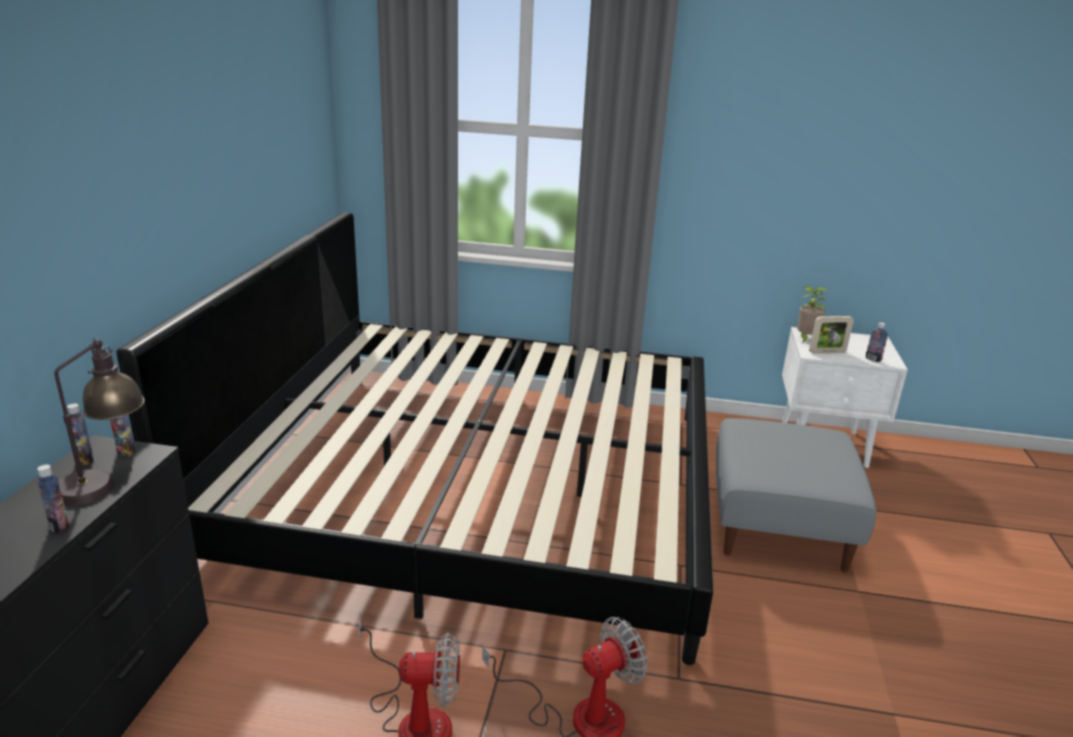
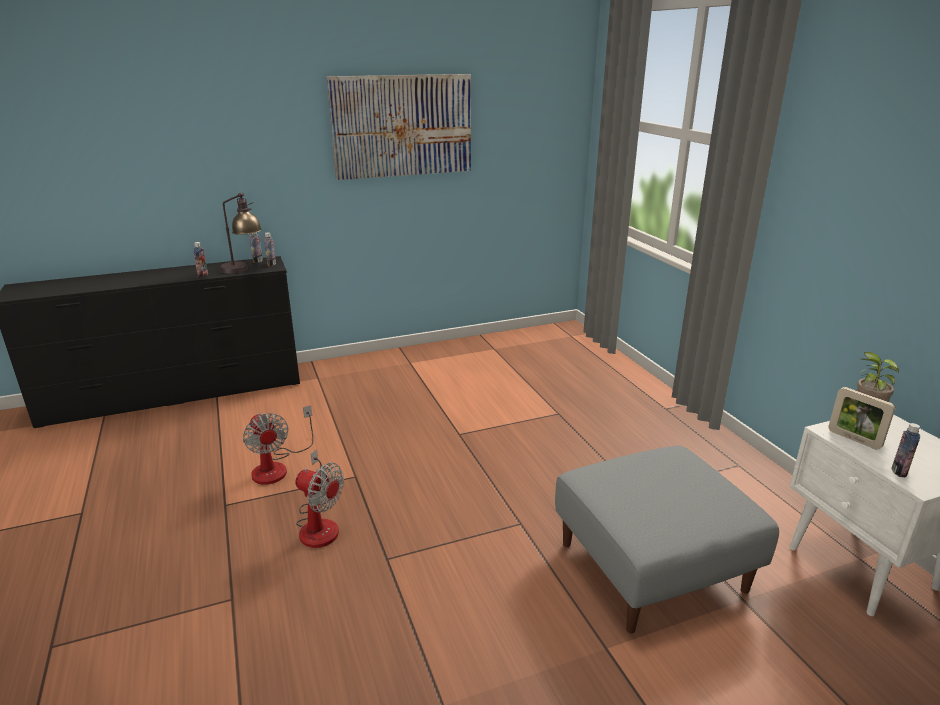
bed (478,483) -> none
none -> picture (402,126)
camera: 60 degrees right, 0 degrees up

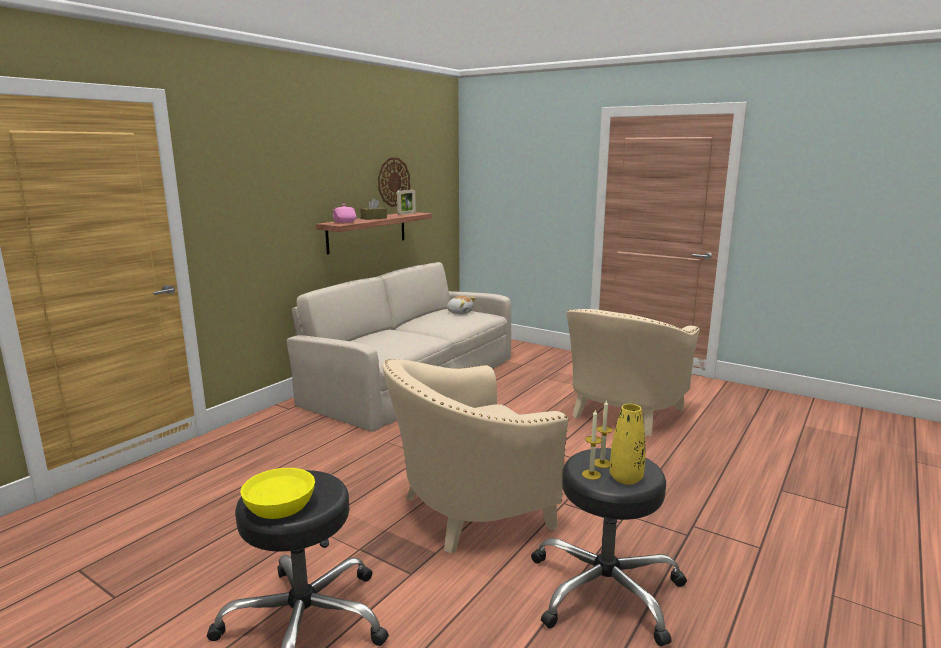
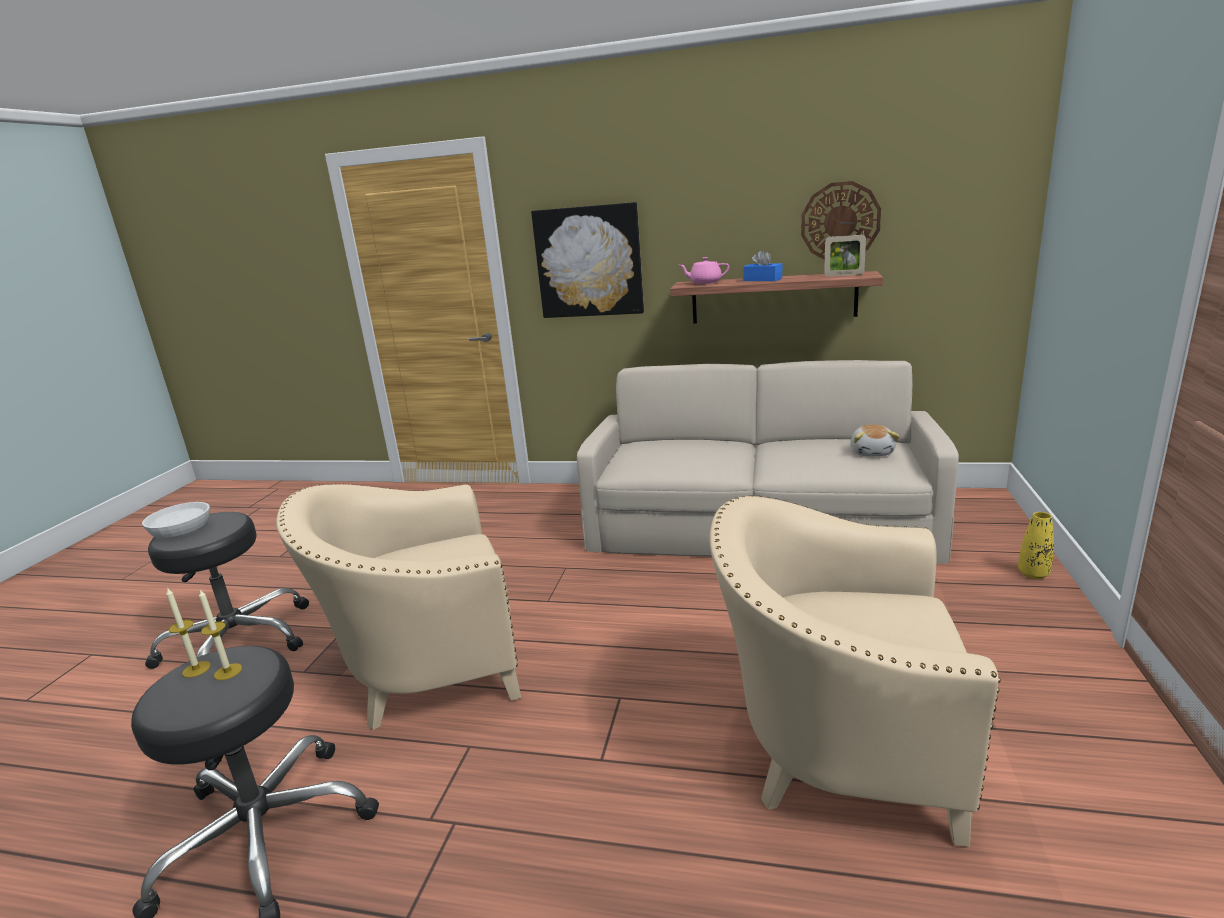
none -> picture (589,261)
yellow vase (626,478) -> yellow vase (1033,574), relocated
yellow bowl (280,504) -> white bowl (182,531)
brown tissue box (373,218) -> blue tissue box (762,280)
beige armchair (467,511) -> beige armchair (427,670), 60 degrees counterclockwise
camera: 70 degrees right, 5 degrees up

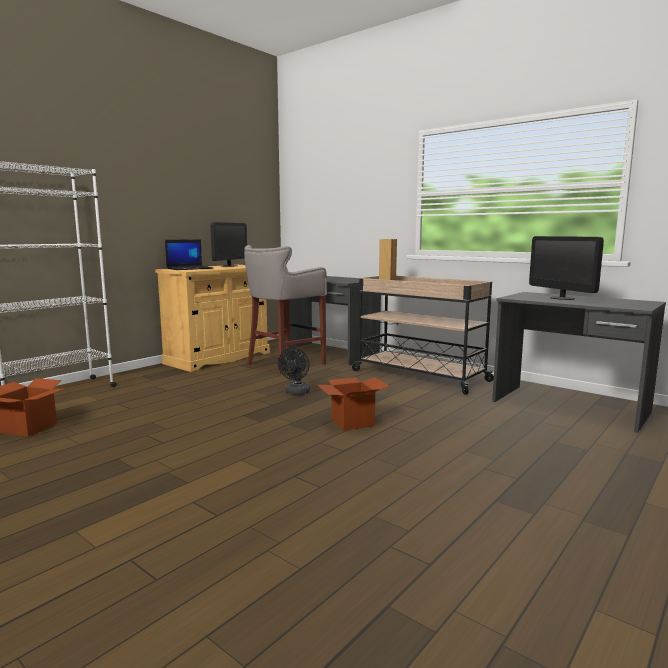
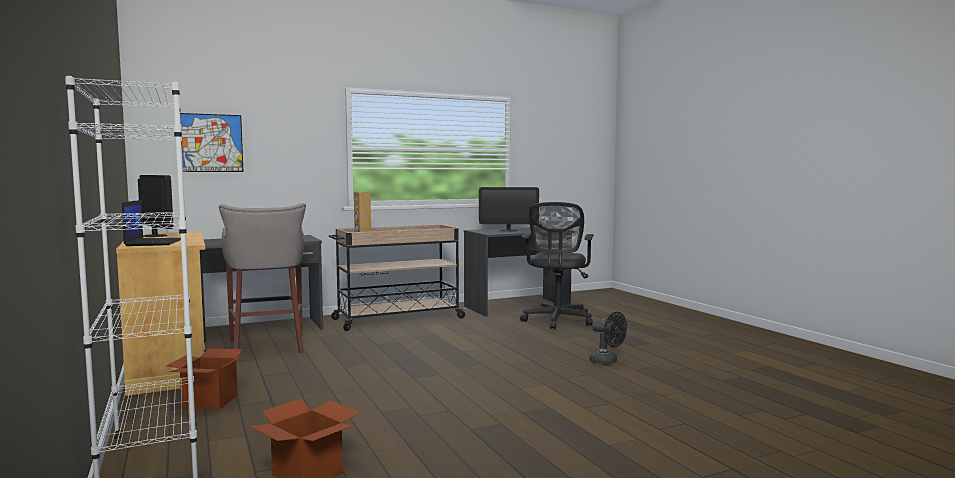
none -> picture (211,143)
none -> black office chair (557,321)
black fan (296,393) -> black fan (607,362), relocated
cardboard box (352,422) -> cardboard box (210,401), relocated
camera: 65 degrees left, 5 degrees down

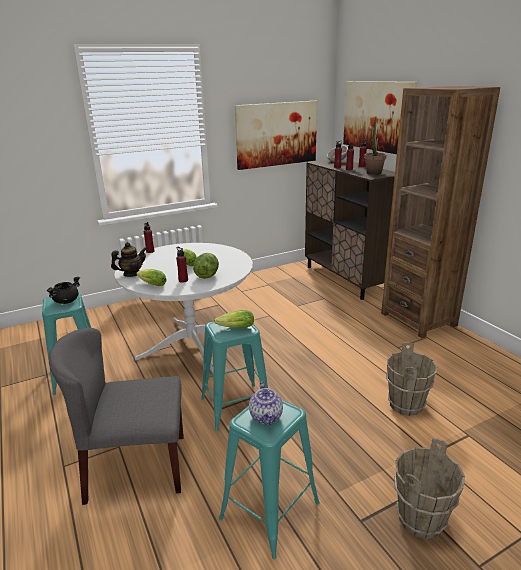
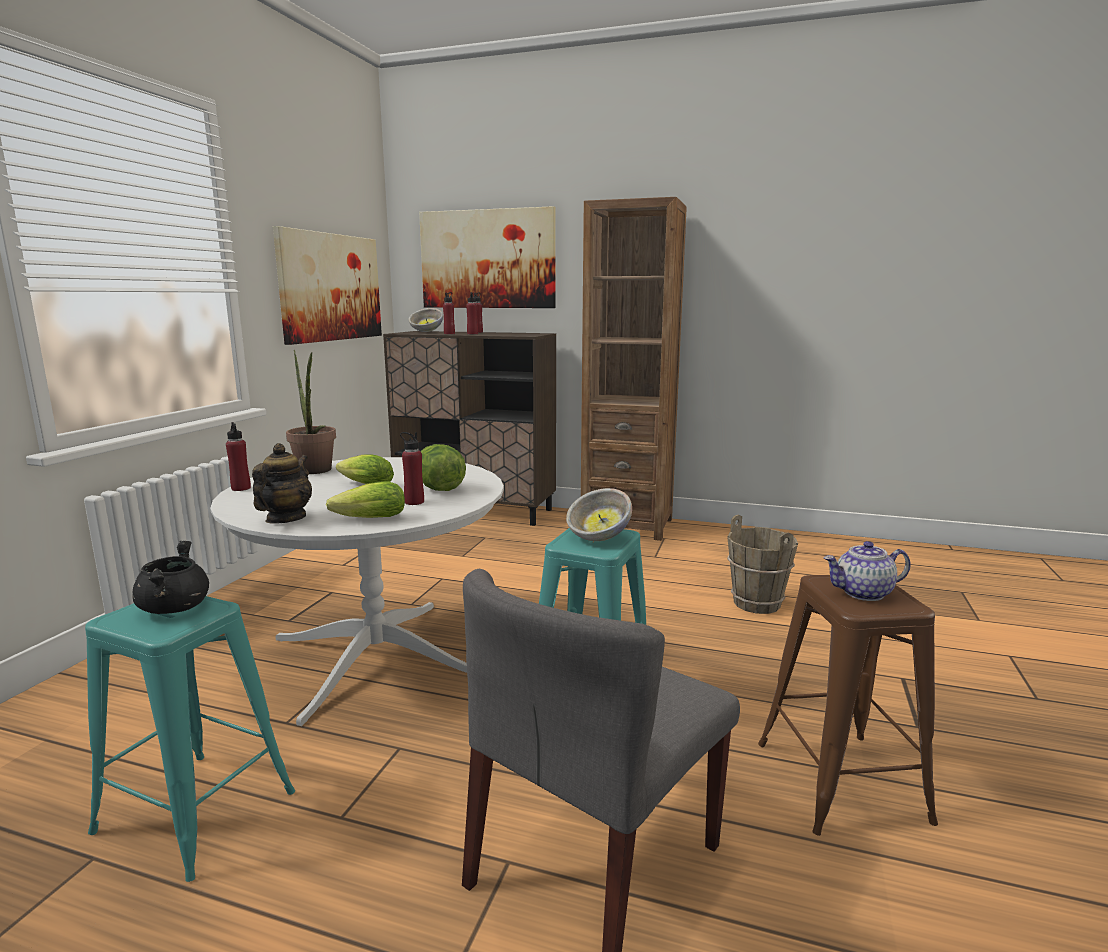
brown bucket (421,520) -> none
potted plant (373,174) -> potted plant (315,472), relocated
lettuce (234,328) -> bowl (599,537)
turquoise stool (270,510) -> brown stool (840,781)
teapot (266,416) -> teapot (863,593), 135 degrees clockwise
camera: 45 degrees left, 10 degrees down

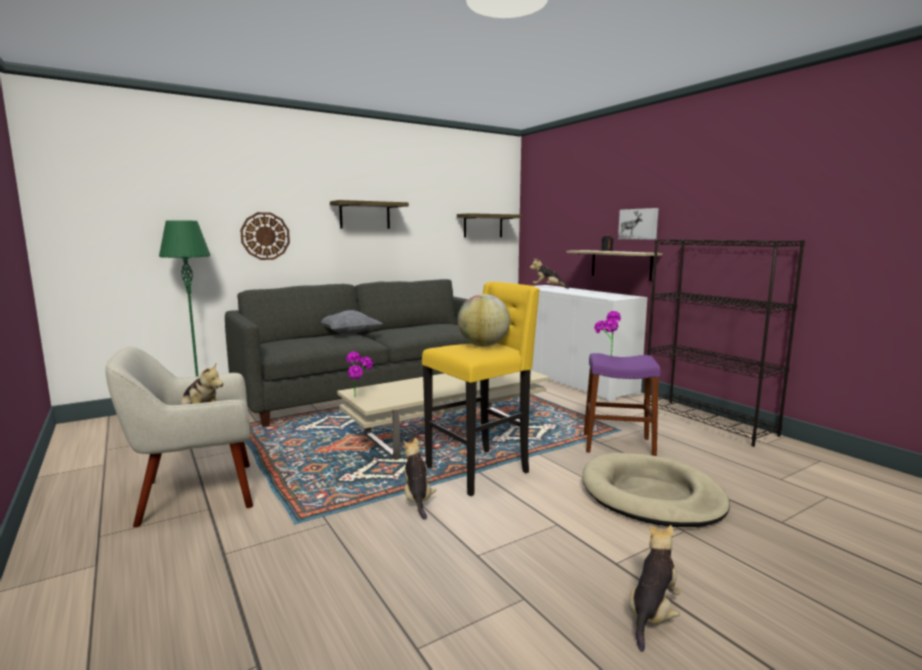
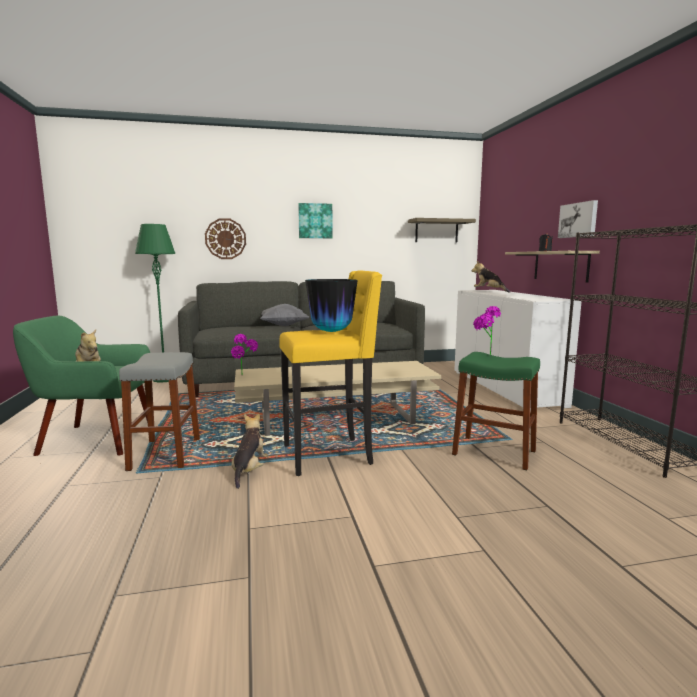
beige dog bed (651,495) -> none
plush toy (652,614) -> none
none -> grey stool (165,454)
shelf (365,215) -> picture (315,221)
globe (483,345) -> vase (331,331)
beige armchair (195,493) -> green armchair (95,439)
purple stool (618,445) -> green stool (494,452)
camera: 20 degrees right, 0 degrees up

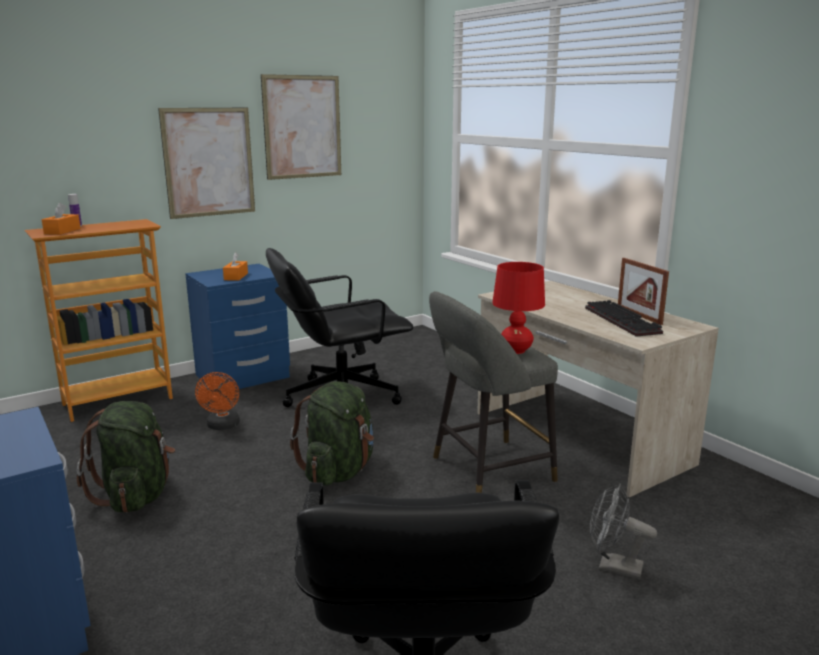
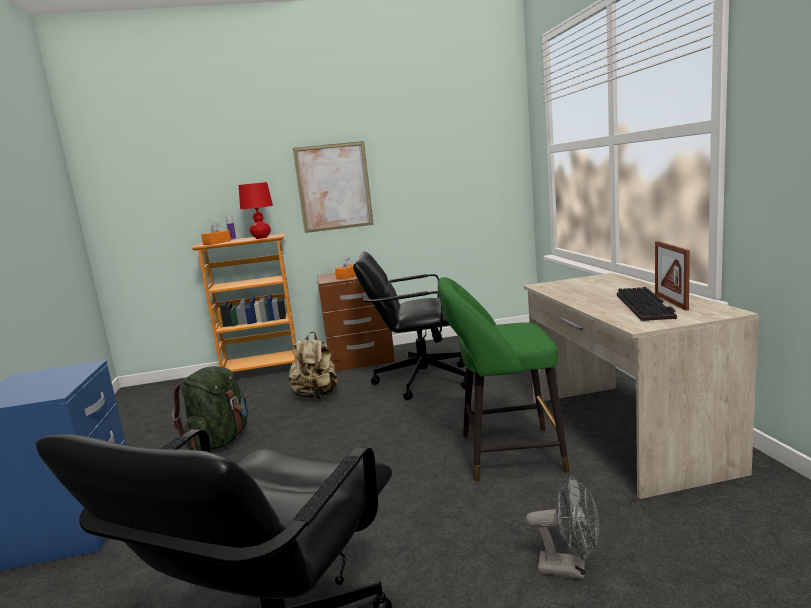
picture (302,127) -> none
green backpack (338,471) -> none
red table lamp (516,350) -> red table lamp (261,238), relocated
orange fan (222,426) -> beige backpack (317,396)
blue nightstand (243,377) -> brown nightstand (360,360)
grey stool (486,471) -> green stool (504,454)
grey fan (613,566) -> grey fan (570,569), 150 degrees clockwise
camera: 25 degrees right, 5 degrees down

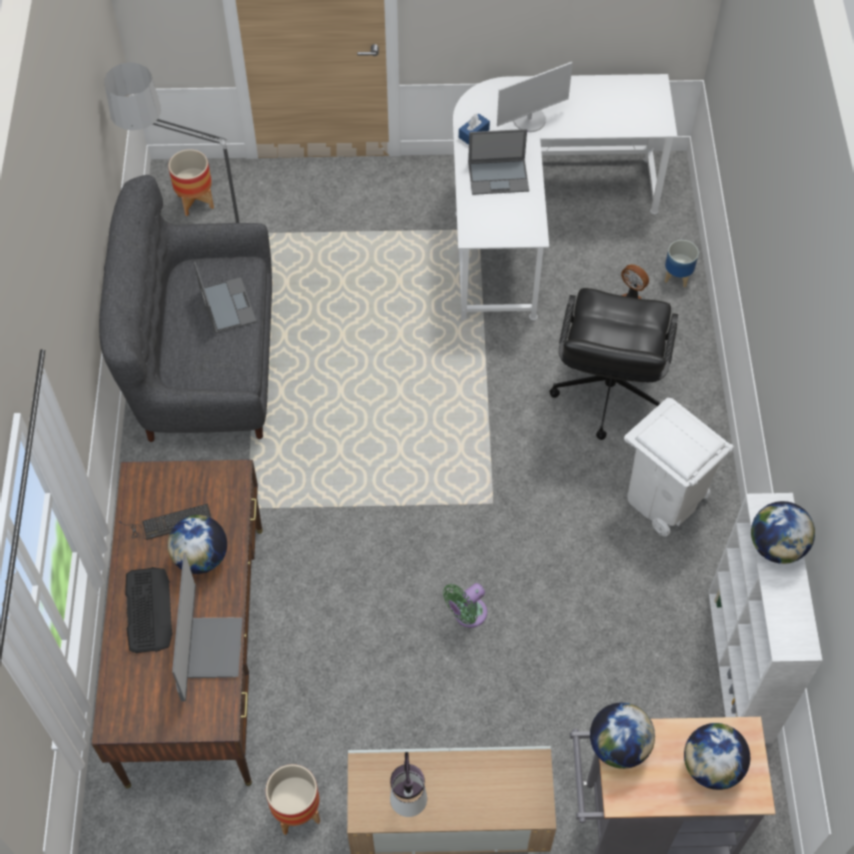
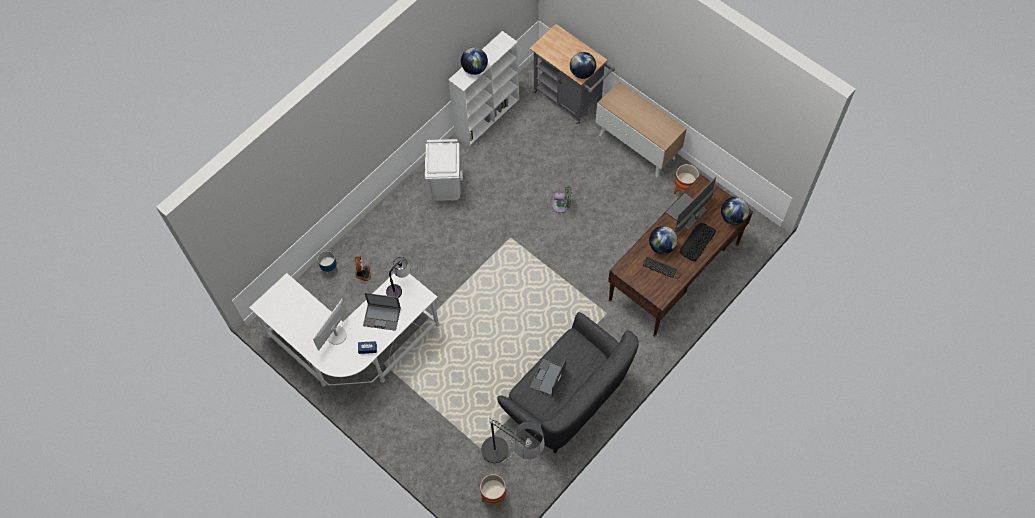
black office chair (607,392) -> none
table lamp (409,798) -> table lamp (399,286), relocated
globe (711,766) -> globe (733,217), relocated
laptop (499,176) -> laptop (382,317), 150 degrees clockwise
monitor (529,120) -> monitor (336,335), 75 degrees counterclockwise
camera: 135 degrees left, 5 degrees up

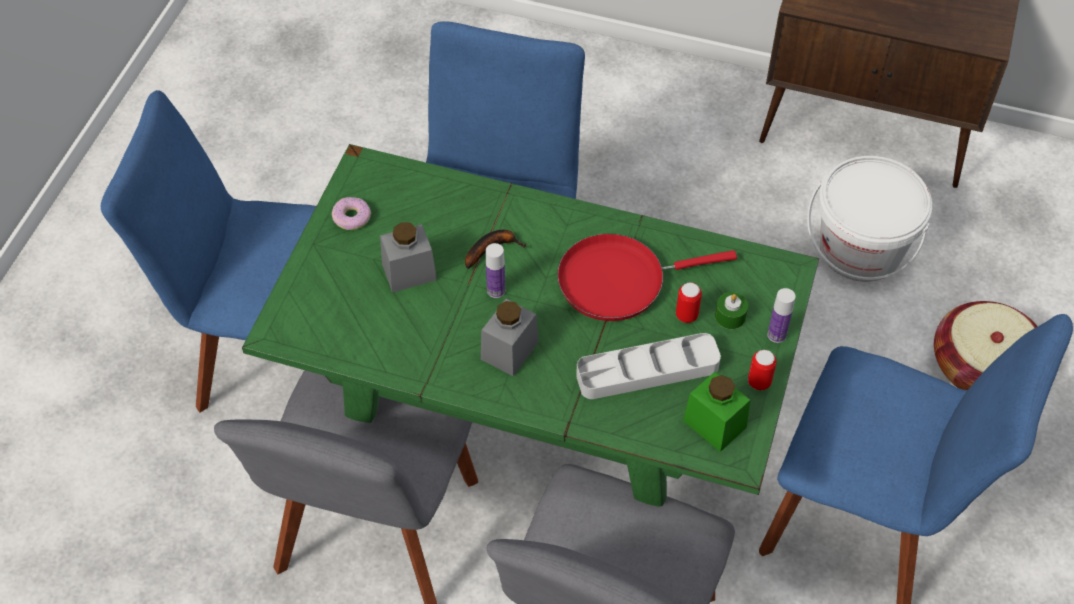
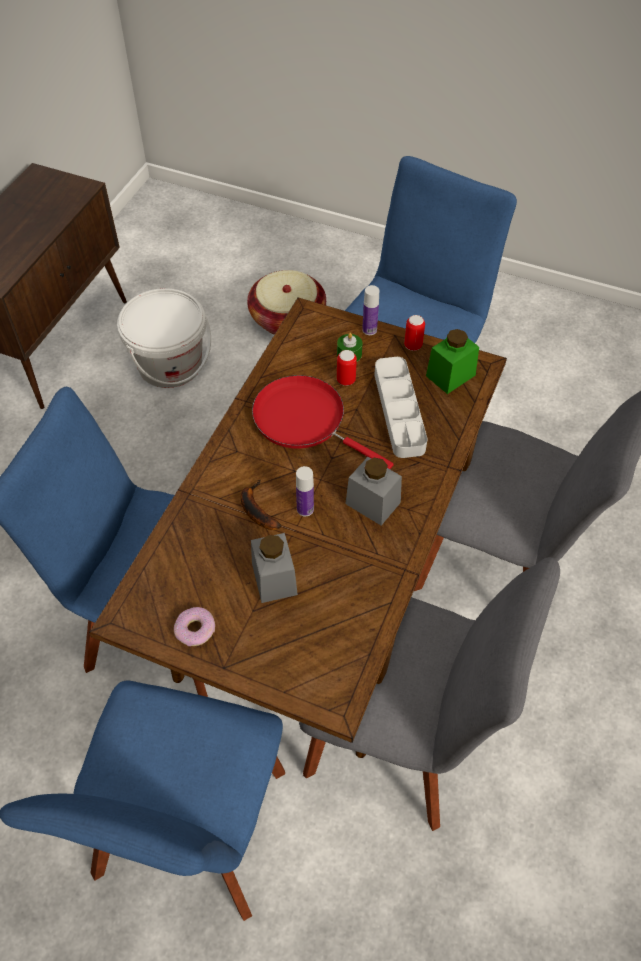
green dining table (536,443) -> brown dining table (320,601)
red frying pan (619,280) -> red frying pan (305,420), 135 degrees clockwise
camera: 85 degrees left, 0 degrees up

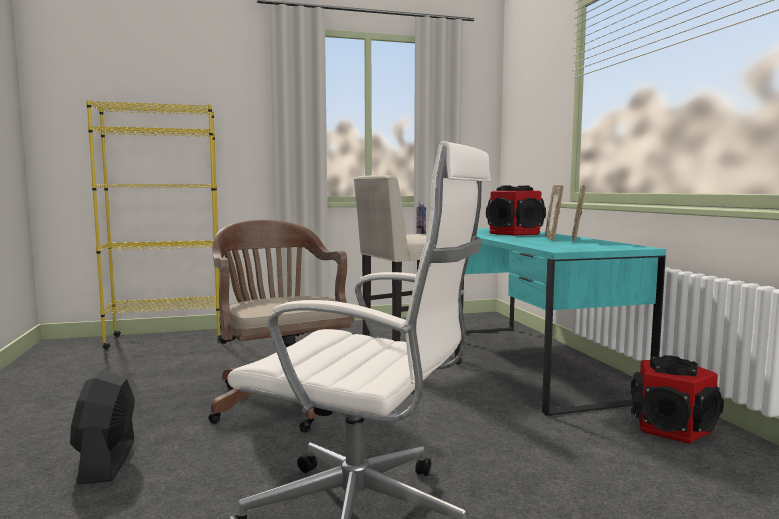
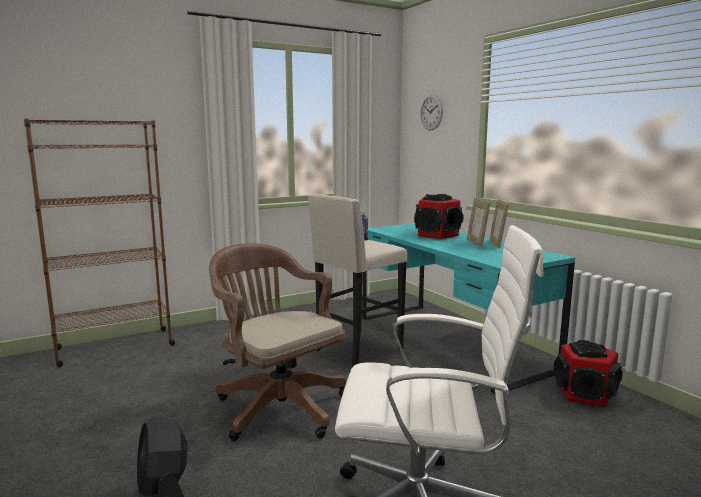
none -> wall clock (431,112)
yellow bookcase (167,338) -> brown bookcase (114,347)
camera: 15 degrees left, 5 degrees up

